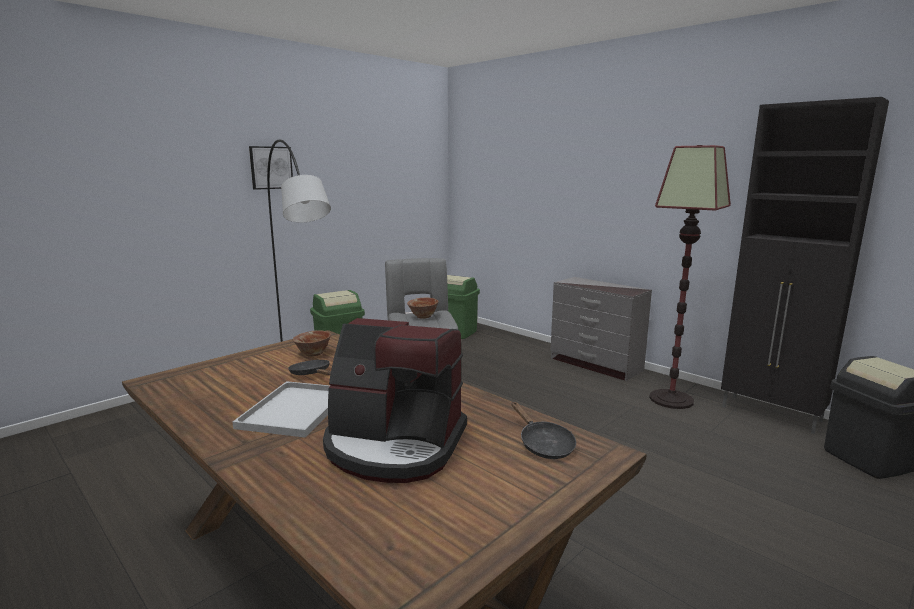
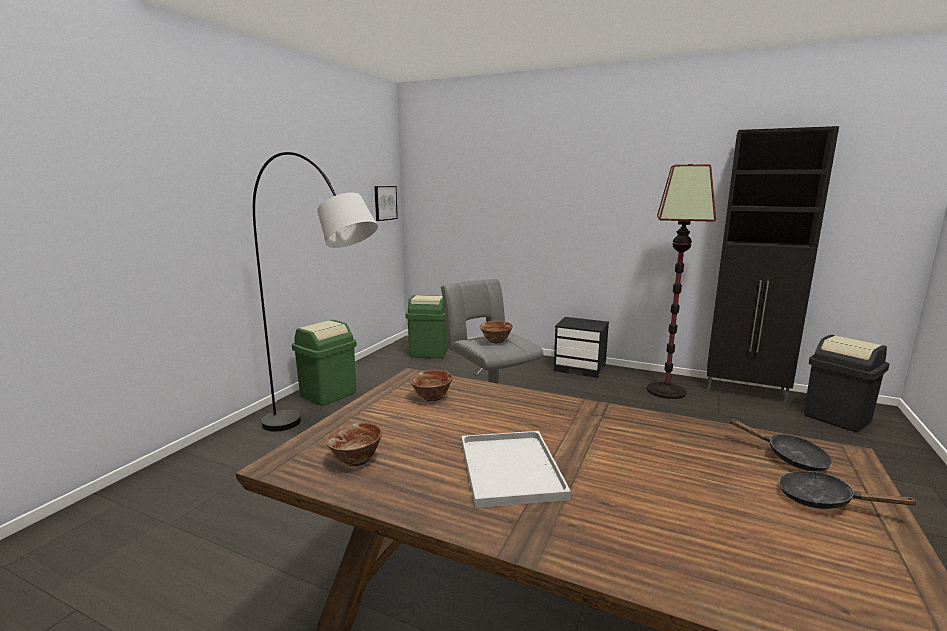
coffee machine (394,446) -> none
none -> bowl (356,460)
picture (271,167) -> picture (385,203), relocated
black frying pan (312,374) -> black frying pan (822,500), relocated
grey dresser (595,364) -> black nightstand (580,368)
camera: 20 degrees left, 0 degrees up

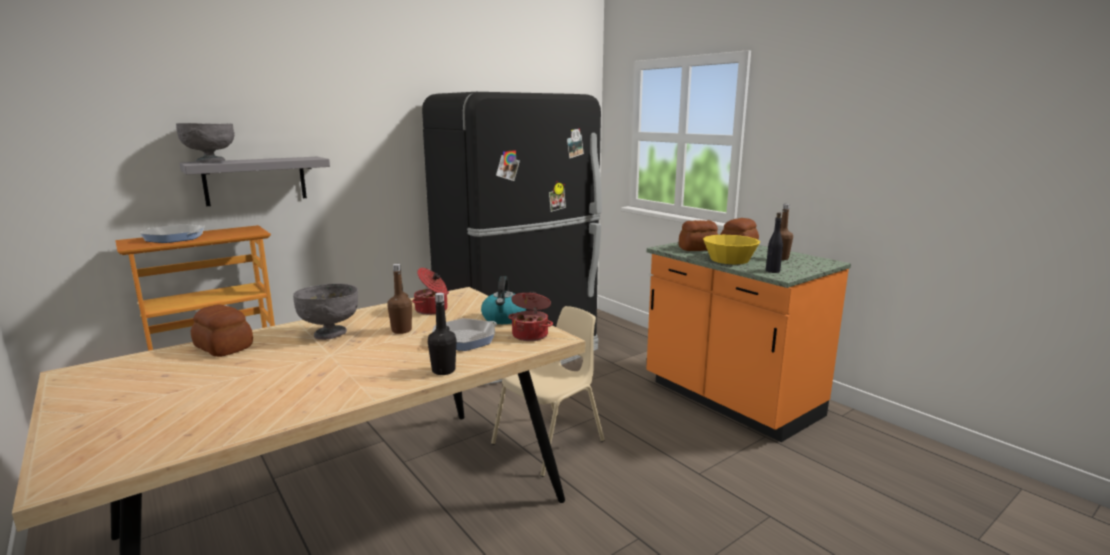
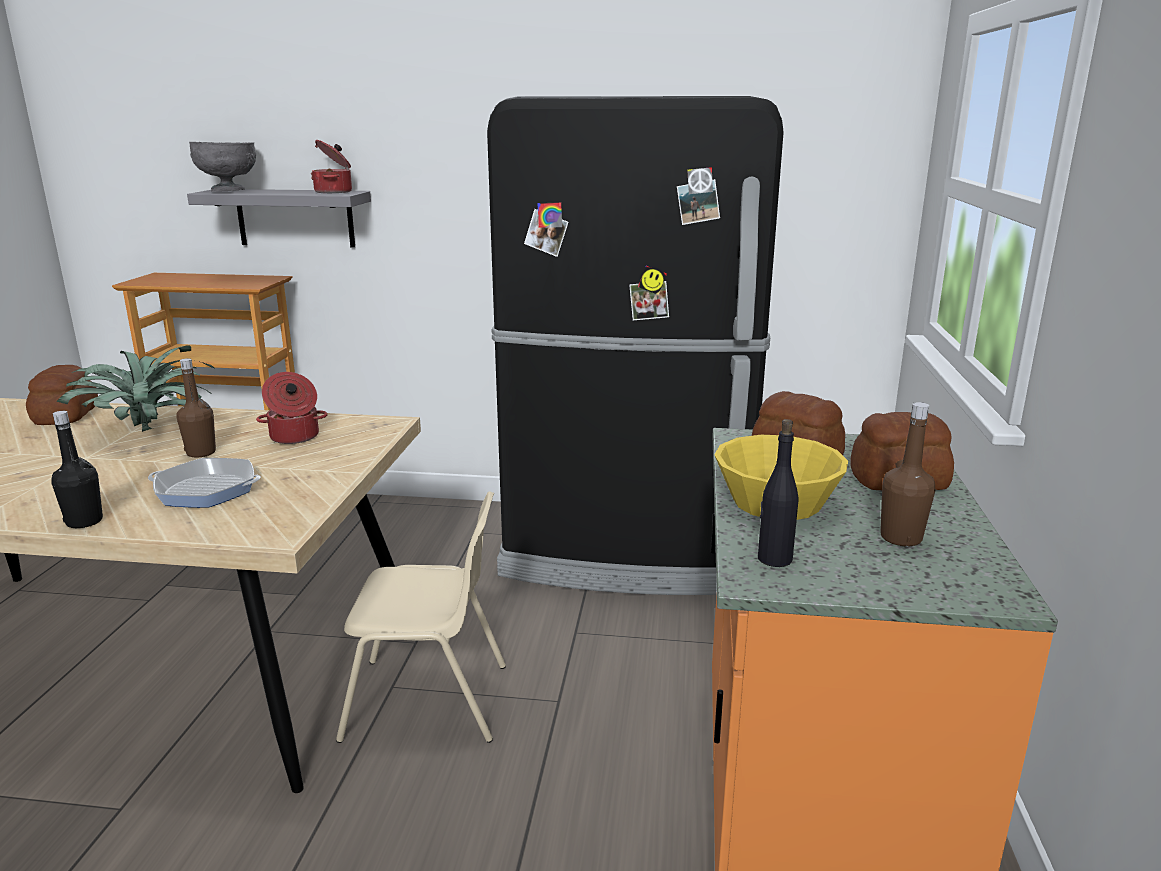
frying pan (174,238) -> none
kettle (504,318) -> none
cooking pot (531,335) -> cooking pot (334,191), relocated
grey bowl (330,334) -> potted plant (150,432)
camera: 45 degrees right, 5 degrees up

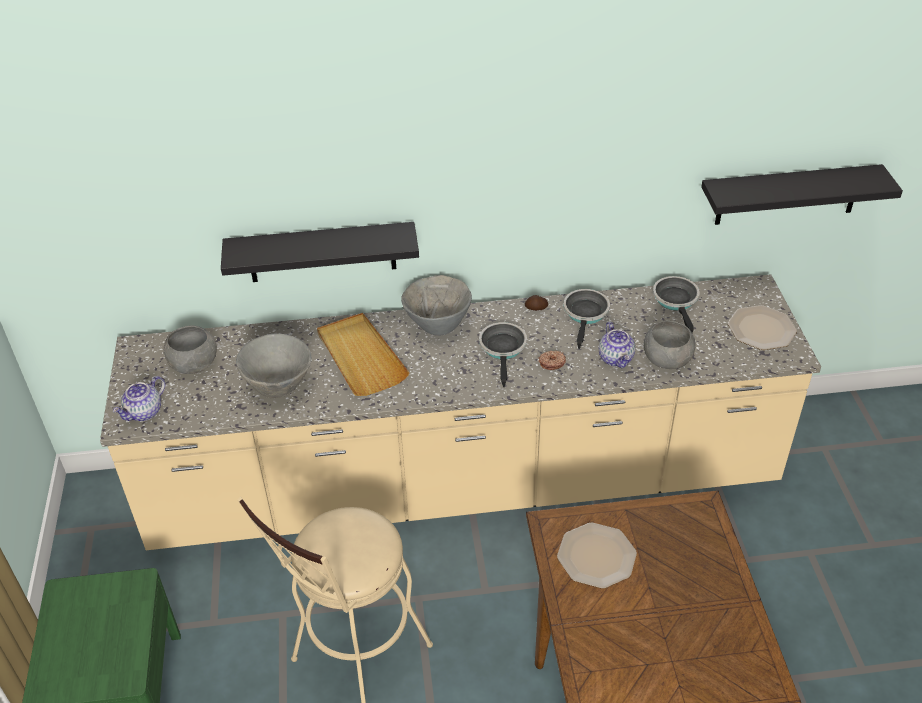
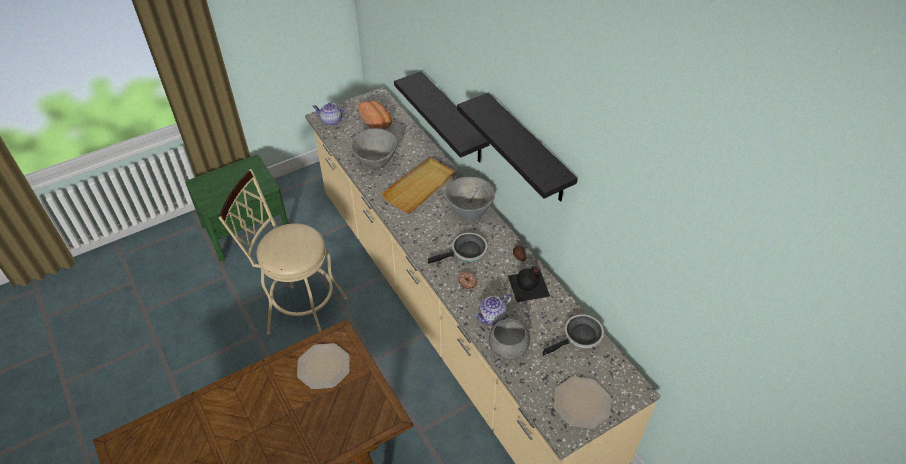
black shelf (787,195) -> black shelf (528,149), relocated
grey bowl (194,364) -> bread (377,123)
frying pan (586,315) -> black bottle (529,286)
camera: 65 degrees right, 5 degrees up

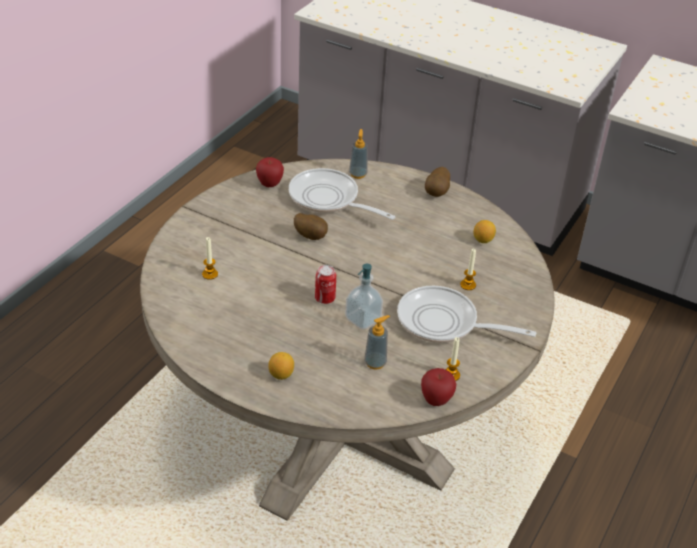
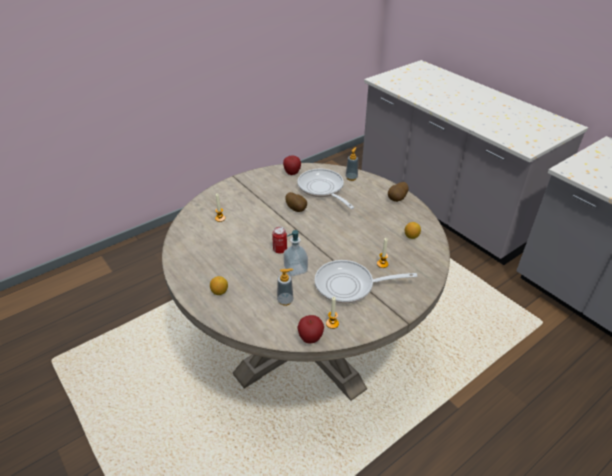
frying pan (444,323) -> frying pan (349,286), 45 degrees counterclockwise
camera: 25 degrees right, 0 degrees up

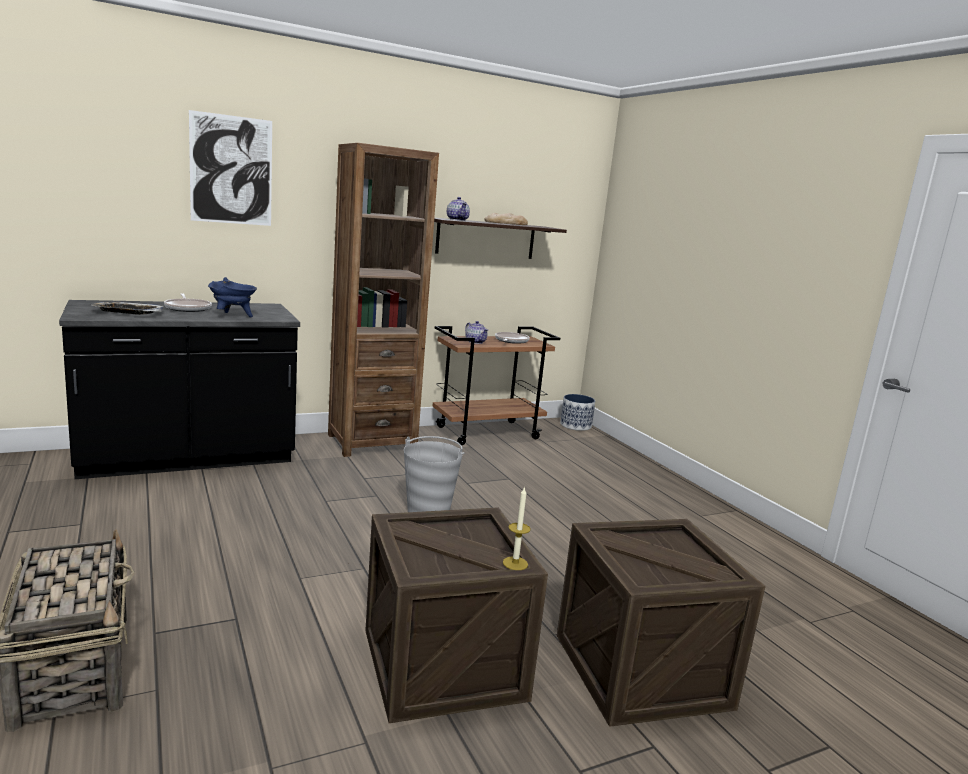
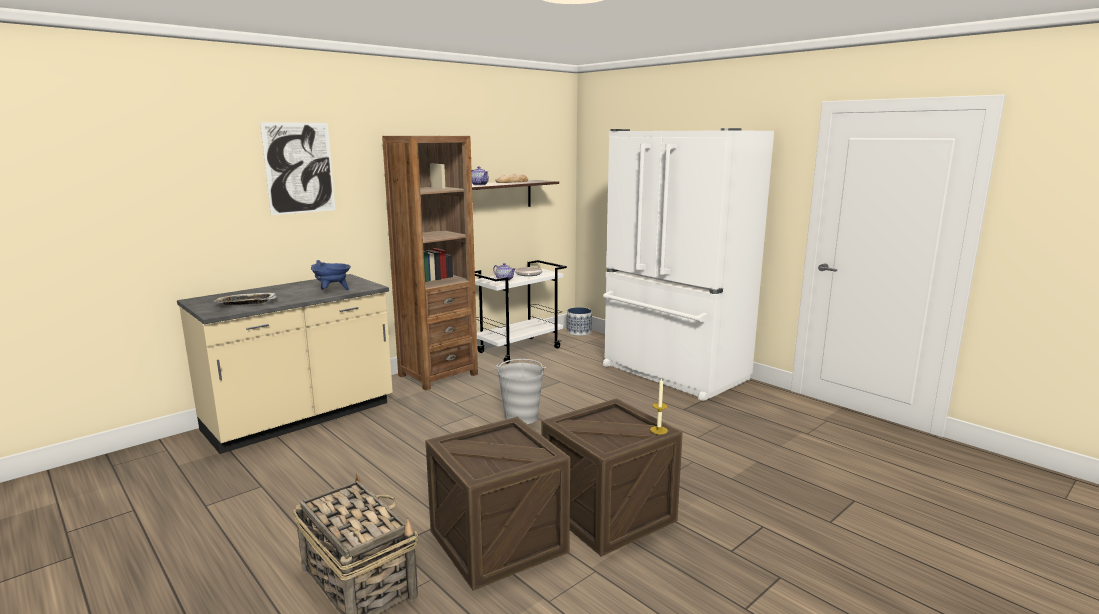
frying pan (188,308) -> none
none -> white fridge (673,373)
crate (641,670) -> crate (498,541), relocated
black counter (187,459) -> beige counter (301,418)
brown cart (488,432) -> white cart (519,350)
camera: 15 degrees left, 0 degrees up

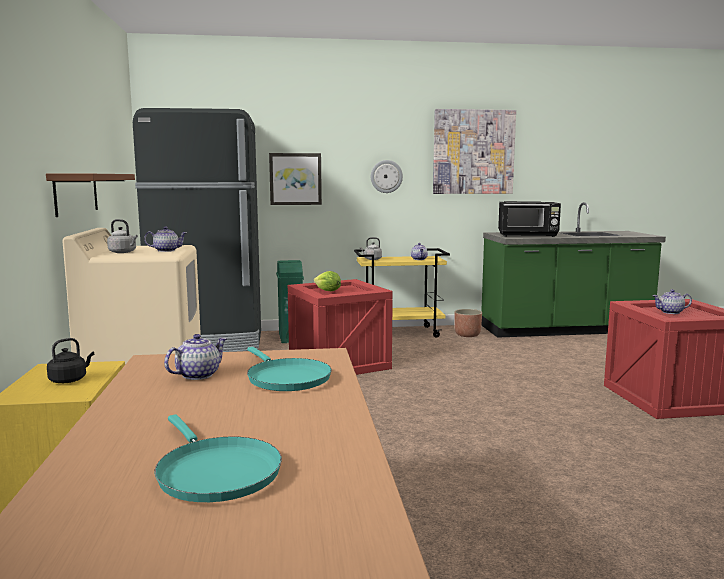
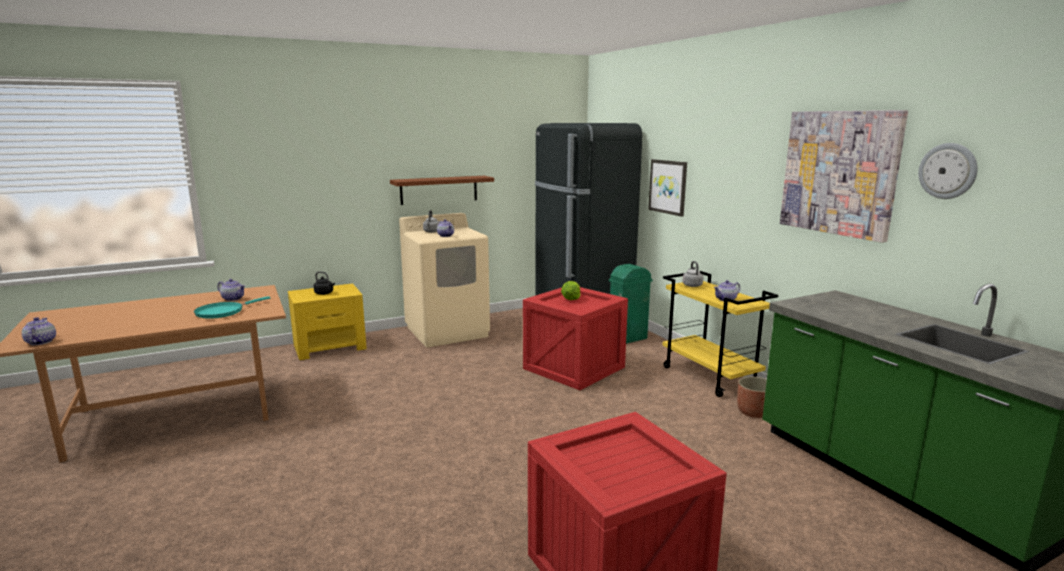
turquoise frying pan (215,472) -> none
black microwave (528,235) -> none
wall clock (386,176) -> wall clock (948,171), relocated
teapot (670,312) -> teapot (40,342), relocated
camera: 70 degrees right, 5 degrees up

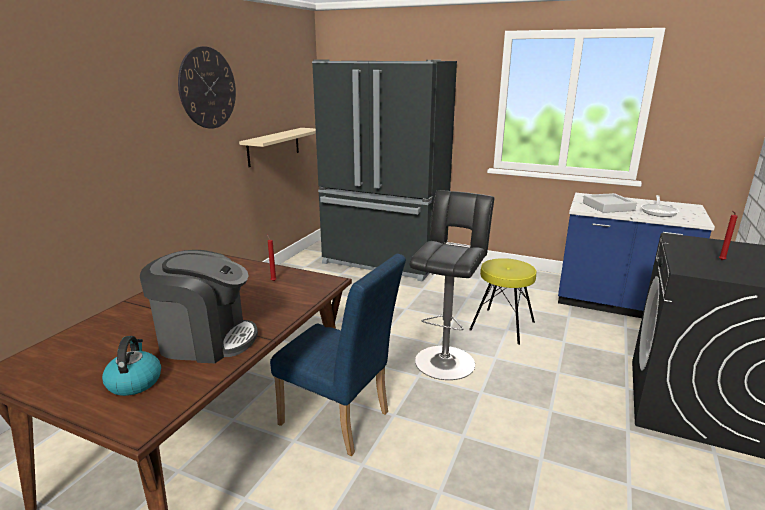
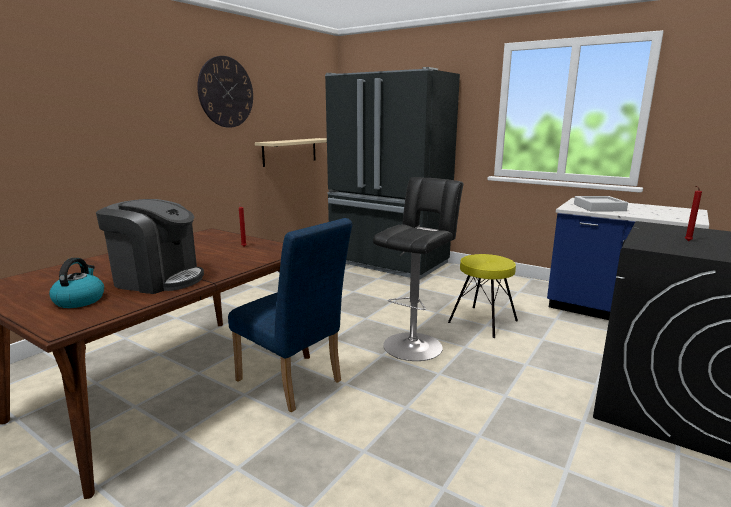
frying pan (659,211) -> none
camera: 10 degrees right, 5 degrees down

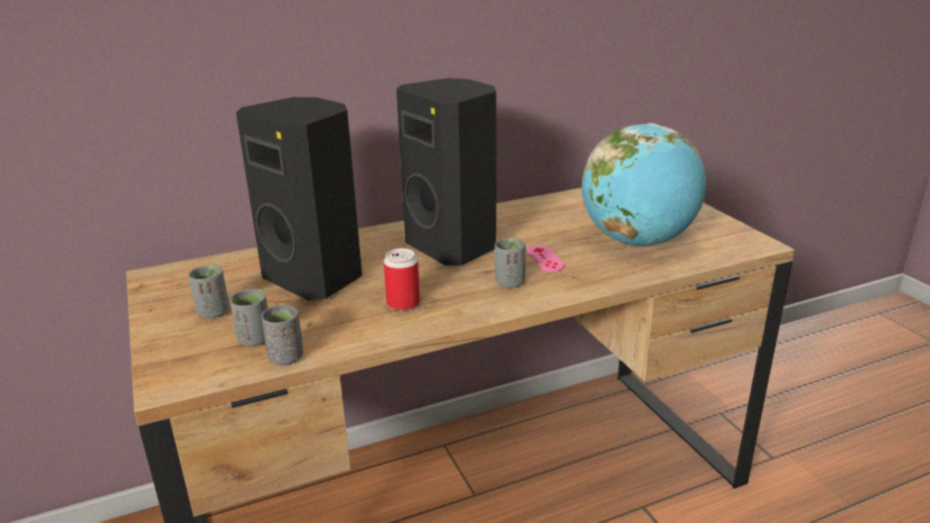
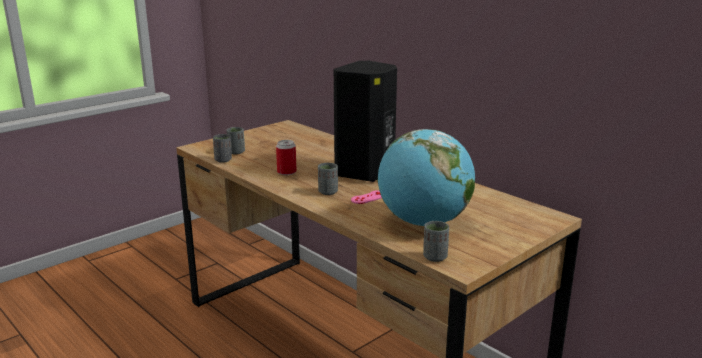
black speaker (316,278) -> none
grey cup (213,312) -> grey cup (435,257), relocated
camera: 70 degrees right, 5 degrees down

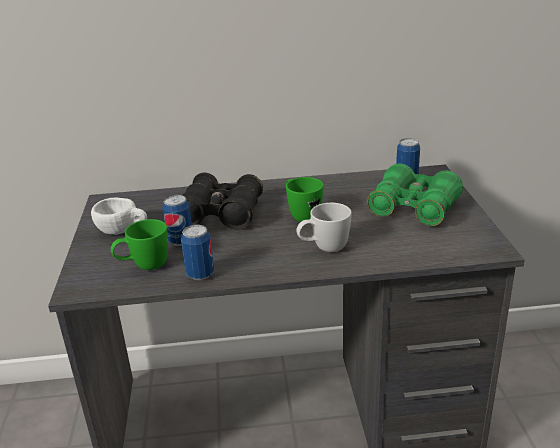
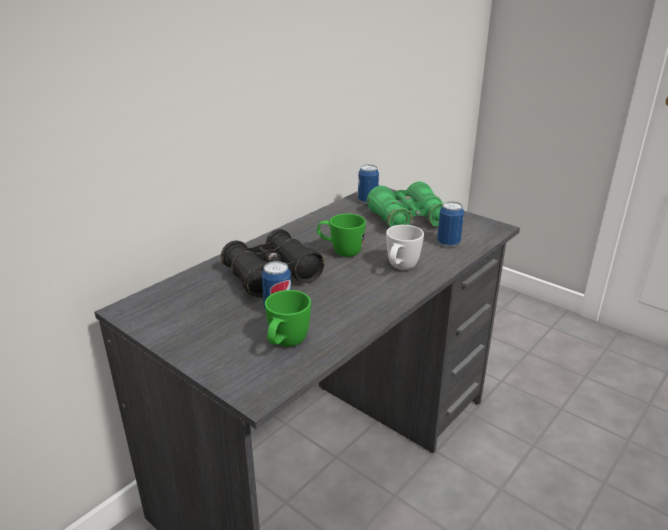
white cup (123,231) -> none
can (200,274) -> can (448,243), relocated
camera: 45 degrees left, 0 degrees up

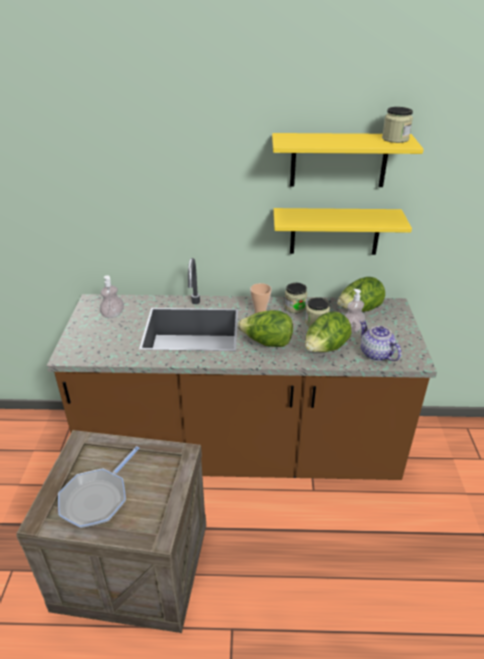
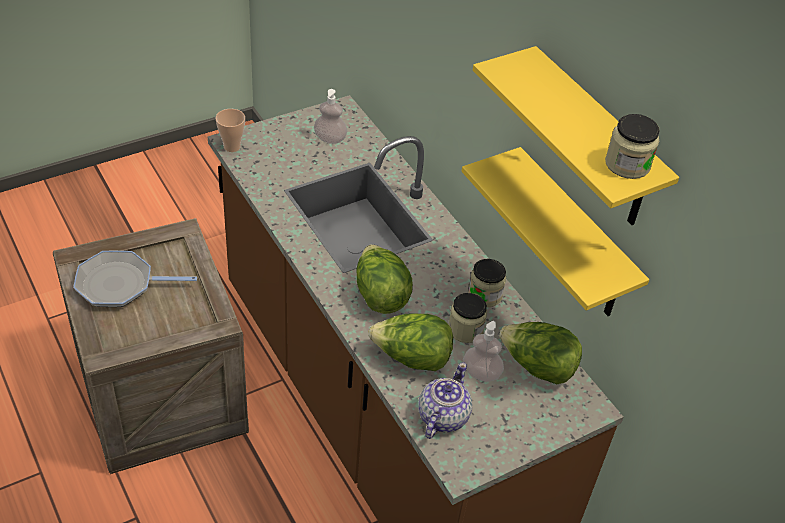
cup (260,311) -> cup (232,147), relocated
camera: 55 degrees right, 10 degrees up

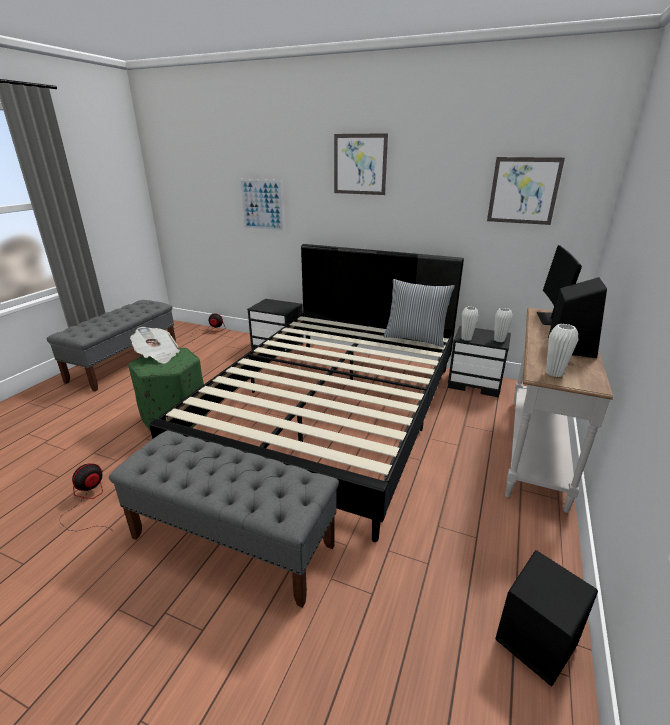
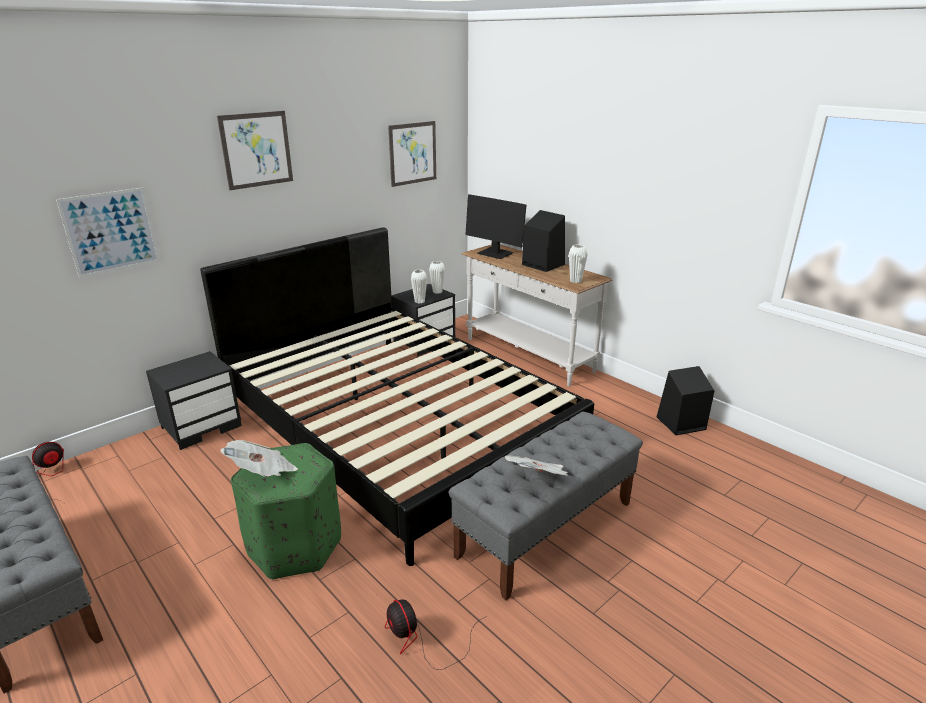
pillow (415,338) -> none
none -> newspaper (538,479)
camera: 65 degrees left, 0 degrees up

